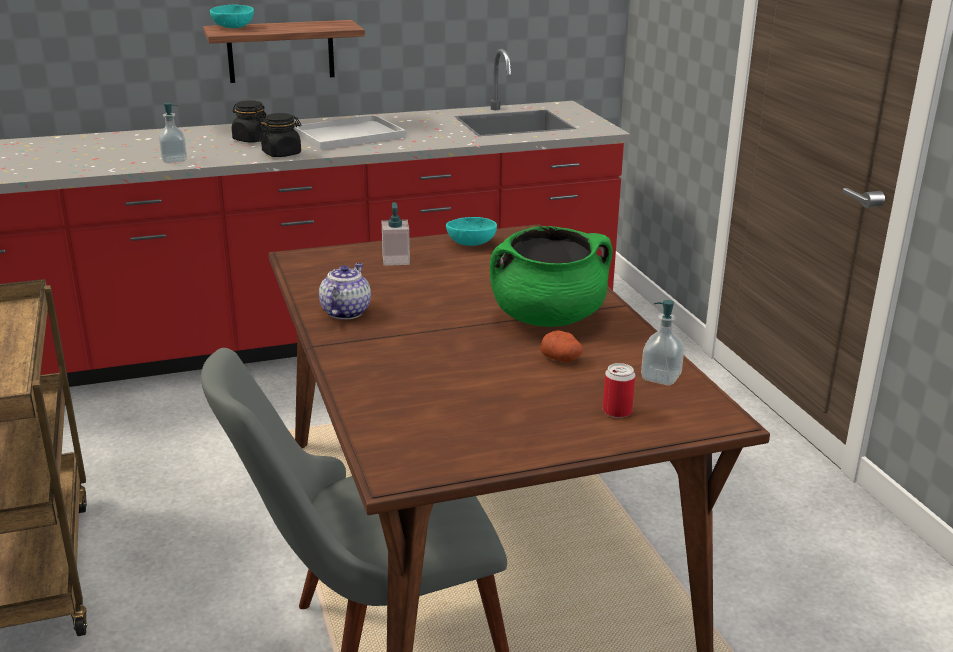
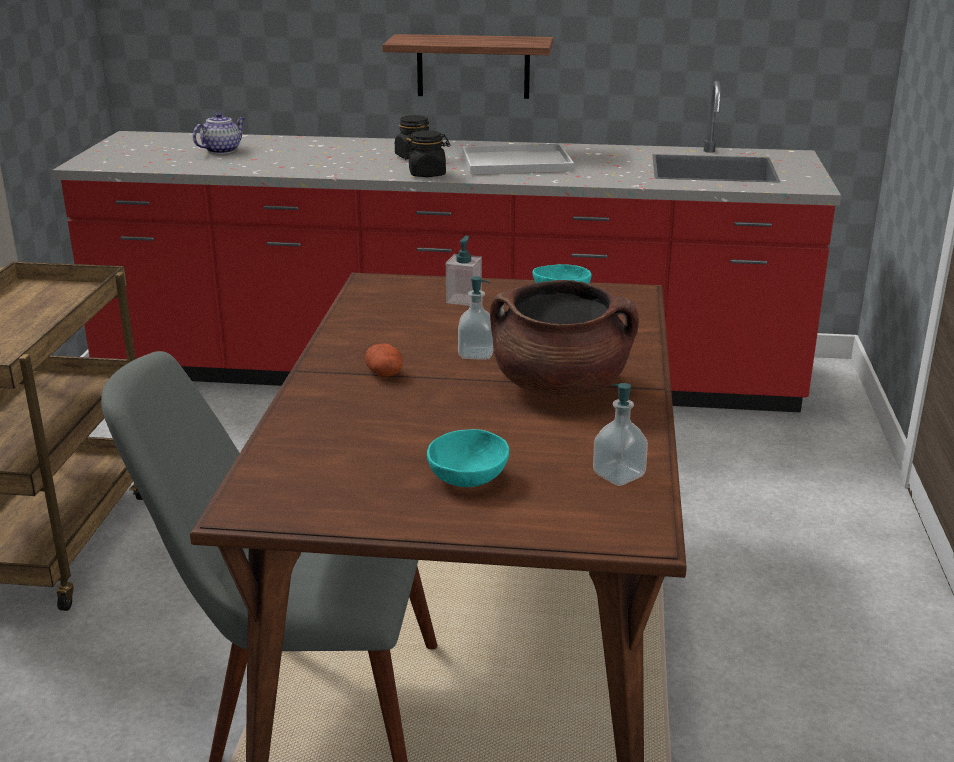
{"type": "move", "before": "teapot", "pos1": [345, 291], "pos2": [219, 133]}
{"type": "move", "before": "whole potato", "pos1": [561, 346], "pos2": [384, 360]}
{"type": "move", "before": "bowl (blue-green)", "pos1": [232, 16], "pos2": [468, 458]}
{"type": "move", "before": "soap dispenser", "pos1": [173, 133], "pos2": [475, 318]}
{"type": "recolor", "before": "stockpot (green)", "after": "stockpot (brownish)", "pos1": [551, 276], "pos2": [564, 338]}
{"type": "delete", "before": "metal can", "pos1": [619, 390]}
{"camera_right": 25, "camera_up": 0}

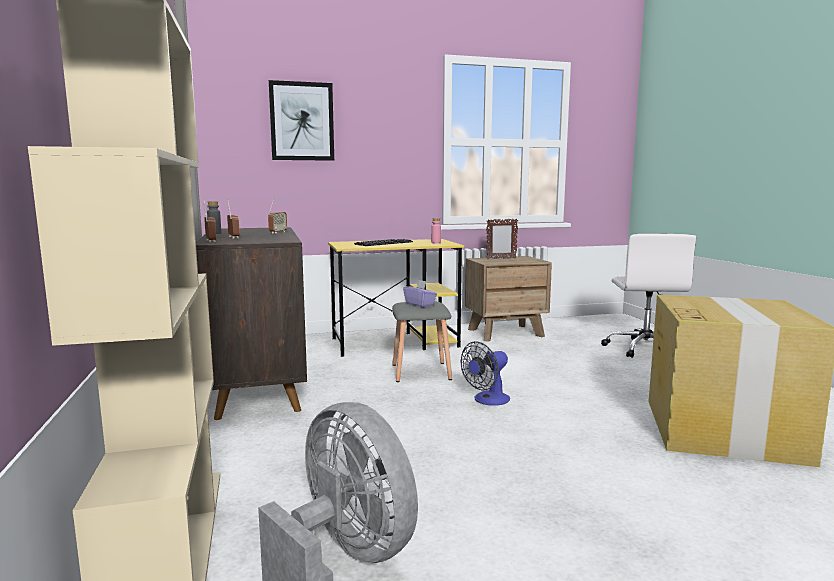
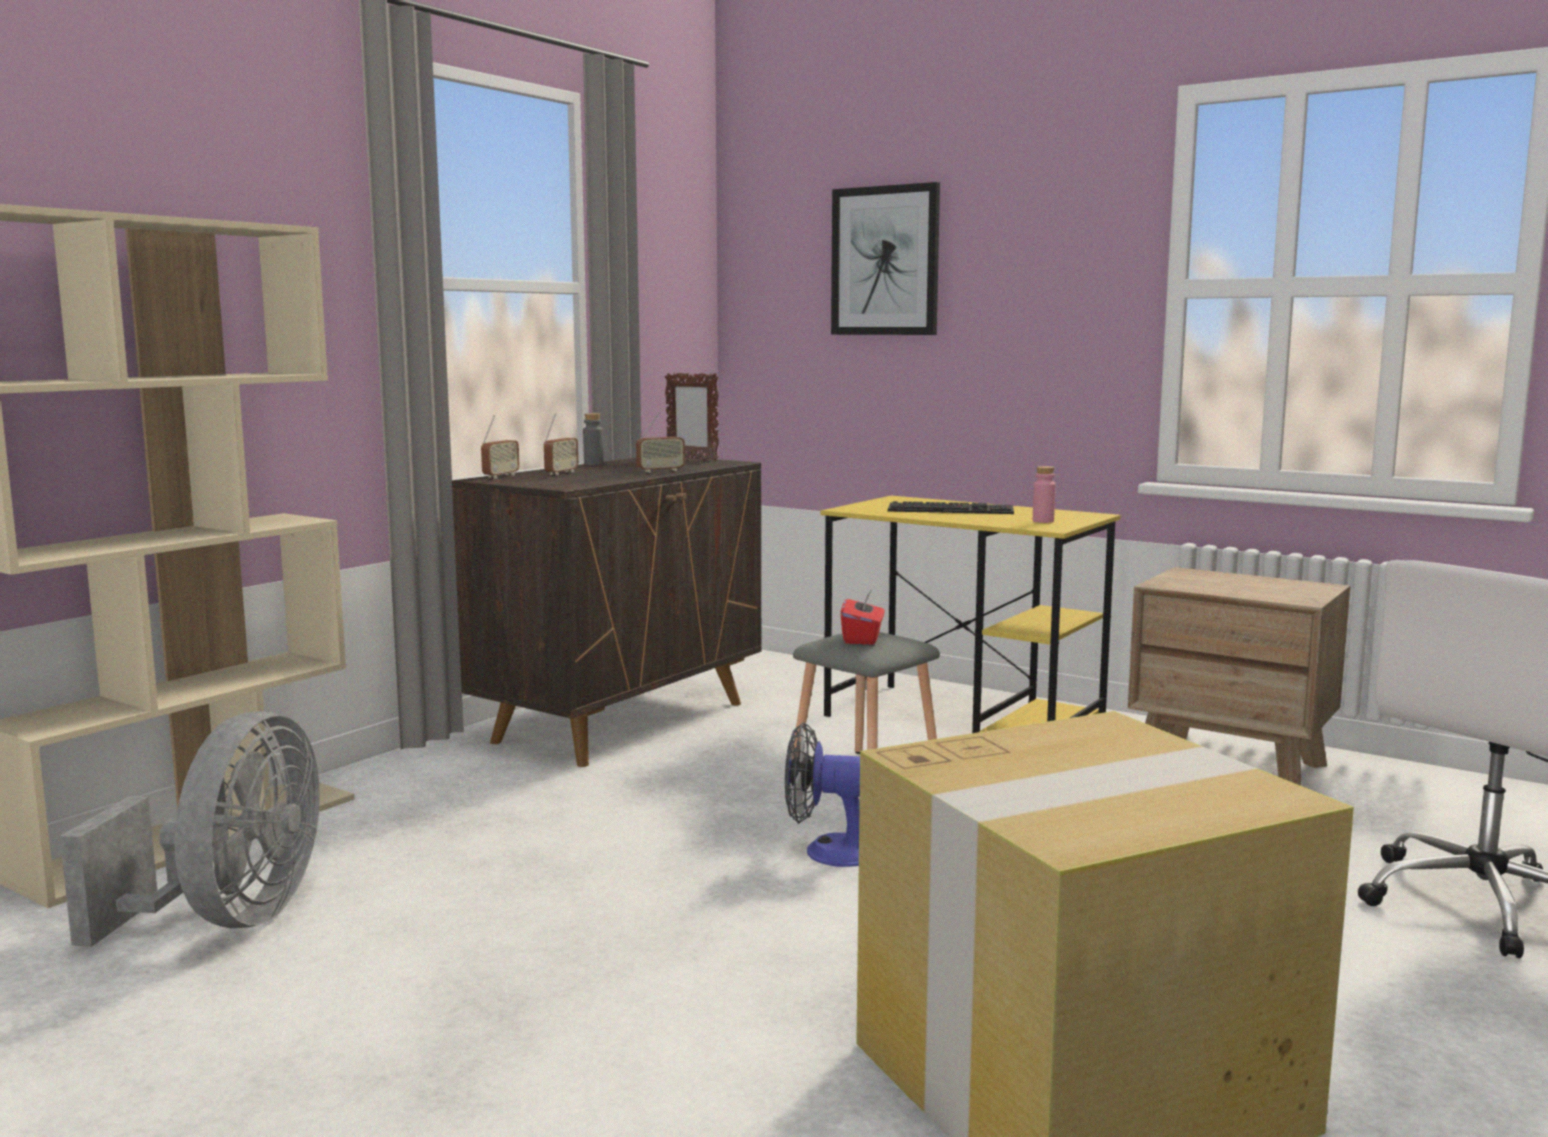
{"type": "move", "before": "picture frame", "pos1": [502, 239], "pos2": [692, 416]}
{"type": "recolor", "before": "tissue box (purple-coloured)", "after": "tissue box (red-coloured)", "pos1": [420, 293], "pos2": [862, 616]}
{"camera_right": 50, "camera_up": 0}

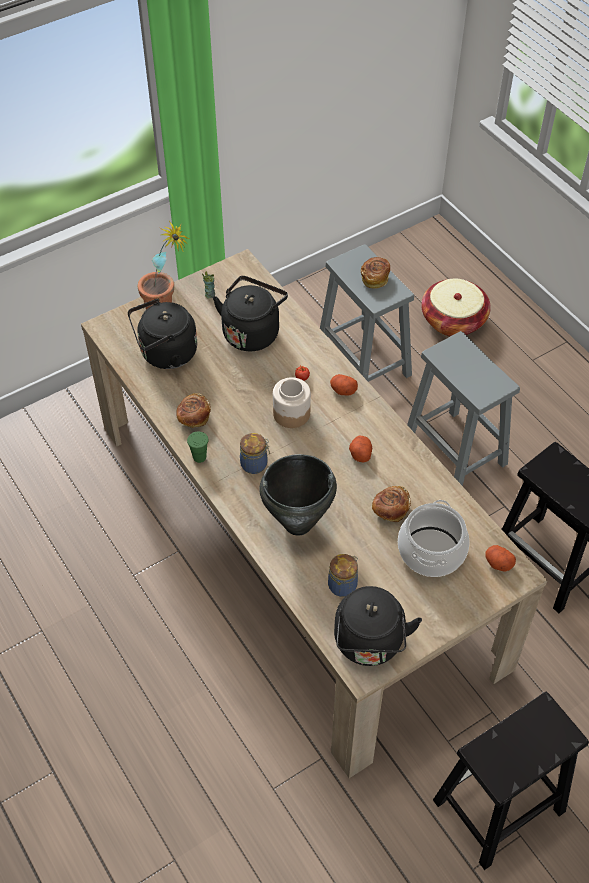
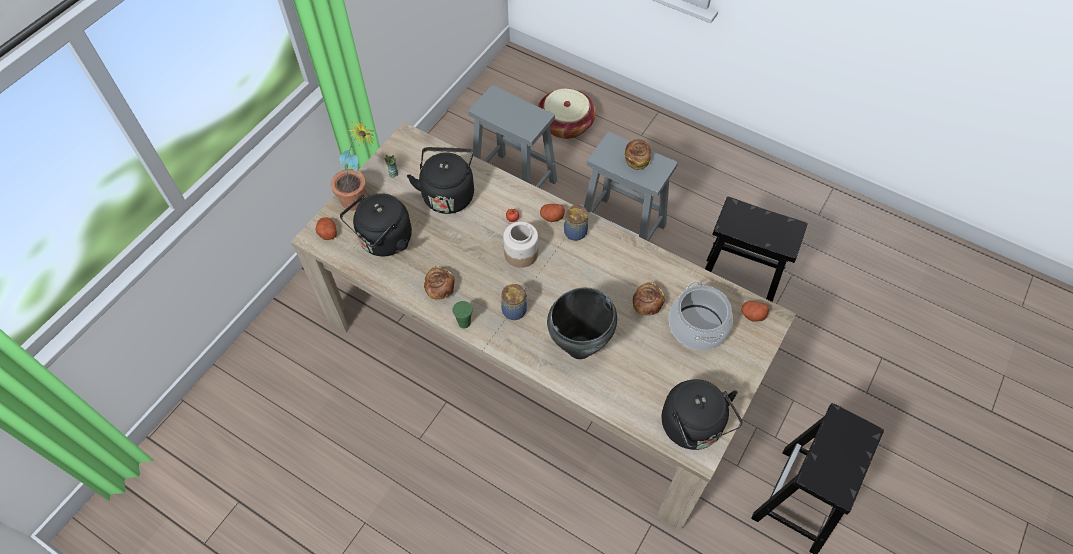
{"type": "move", "before": "whole potato", "pos1": [360, 449], "pos2": [326, 228]}
{"type": "move", "before": "preserve jar", "pos1": [343, 575], "pos2": [576, 222]}
{"type": "move", "before": "baked bread", "pos1": [375, 273], "pos2": [638, 154]}
{"camera_right": -25, "camera_up": 5}

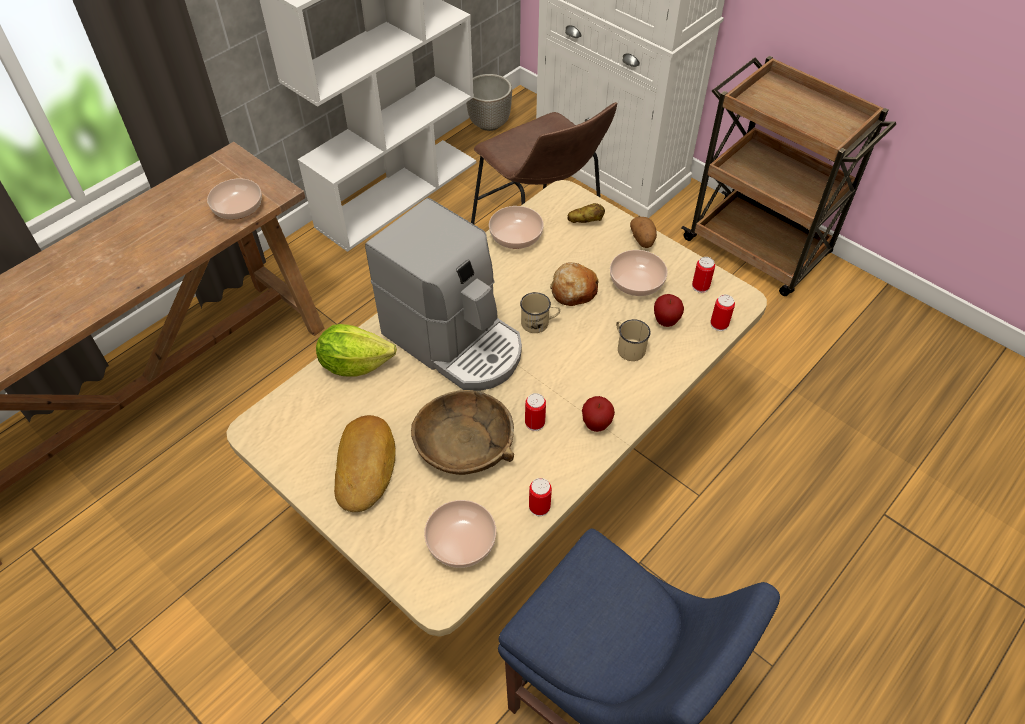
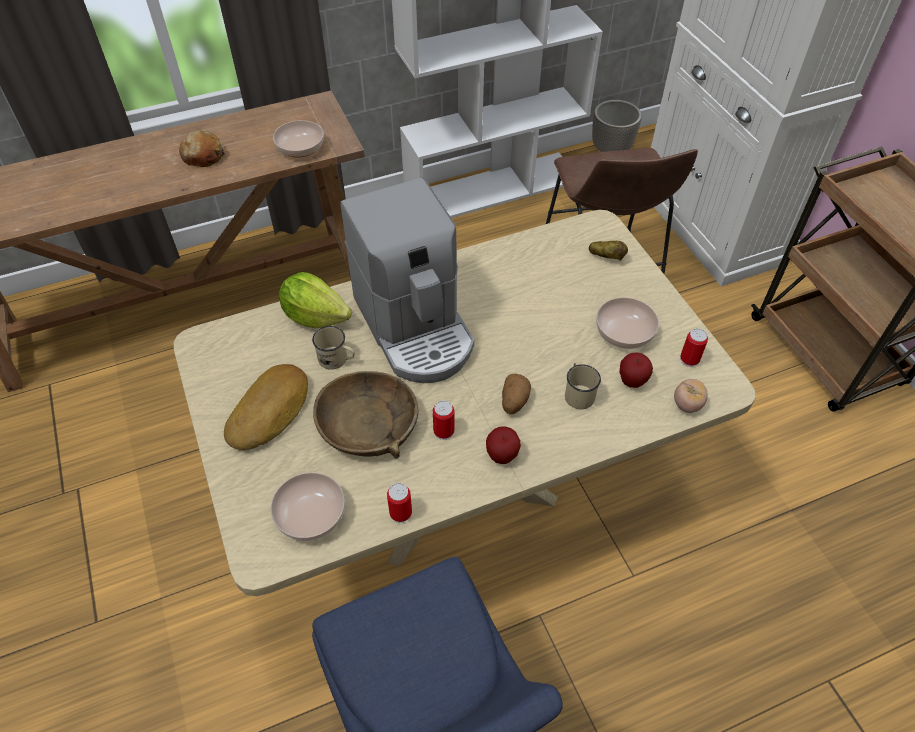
{"type": "move", "before": "baked bread", "pos1": [574, 284], "pos2": [202, 148]}
{"type": "move", "before": "tea mug (beige)", "pos1": [540, 312], "pos2": [333, 348]}
{"type": "move", "before": "whole potato", "pos1": [643, 232], "pos2": [516, 394]}
{"type": "replace", "before": "metal can", "after": "tomato", "pos1": [722, 313], "pos2": [691, 396]}
{"type": "delete", "before": "bowl", "pos1": [516, 227]}
{"camera_right": 25, "camera_up": 0}

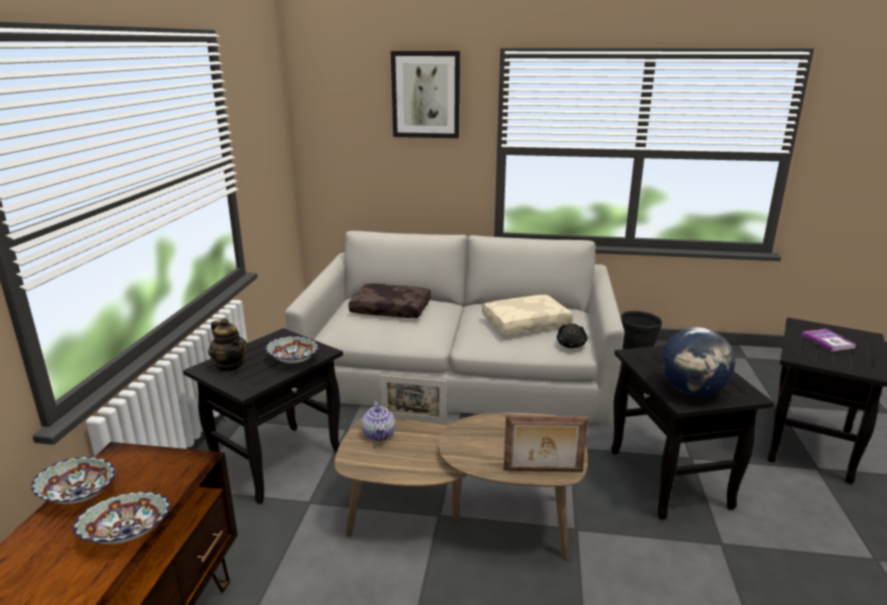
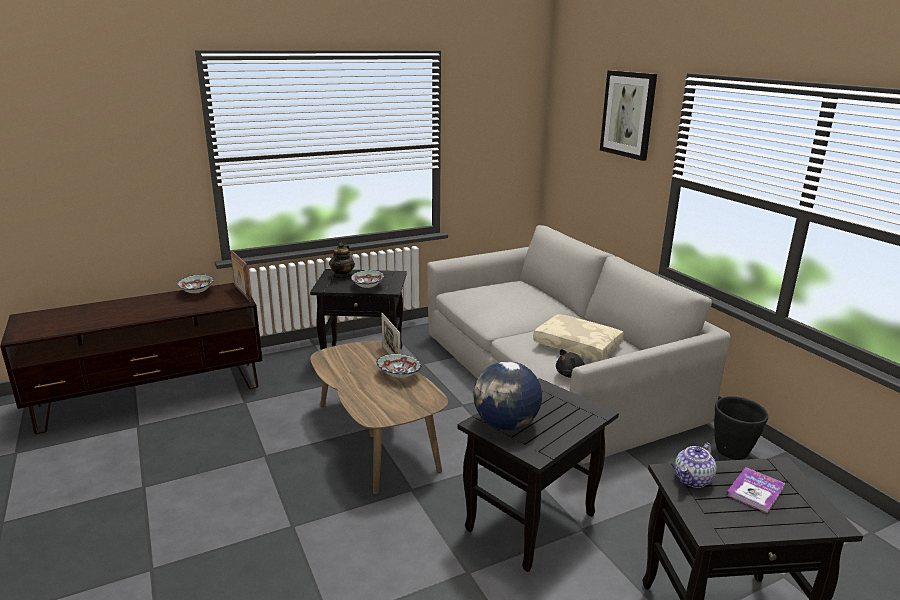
{"type": "move", "before": "picture frame", "pos1": [546, 444], "pos2": [241, 276]}
{"type": "move", "before": "bowl", "pos1": [121, 518], "pos2": [398, 366]}
{"type": "move", "before": "teapot", "pos1": [378, 421], "pos2": [696, 465]}
{"type": "delete", "before": "cushion (brownish)", "pos1": [390, 300]}
{"camera_right": 55, "camera_up": 0}

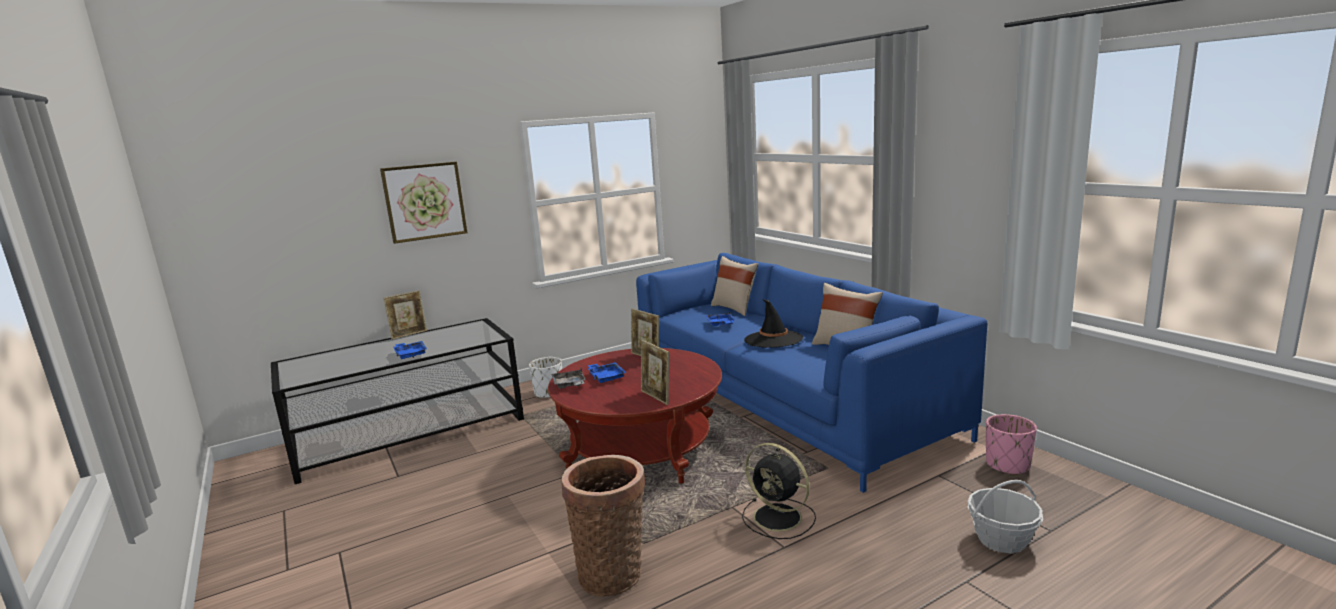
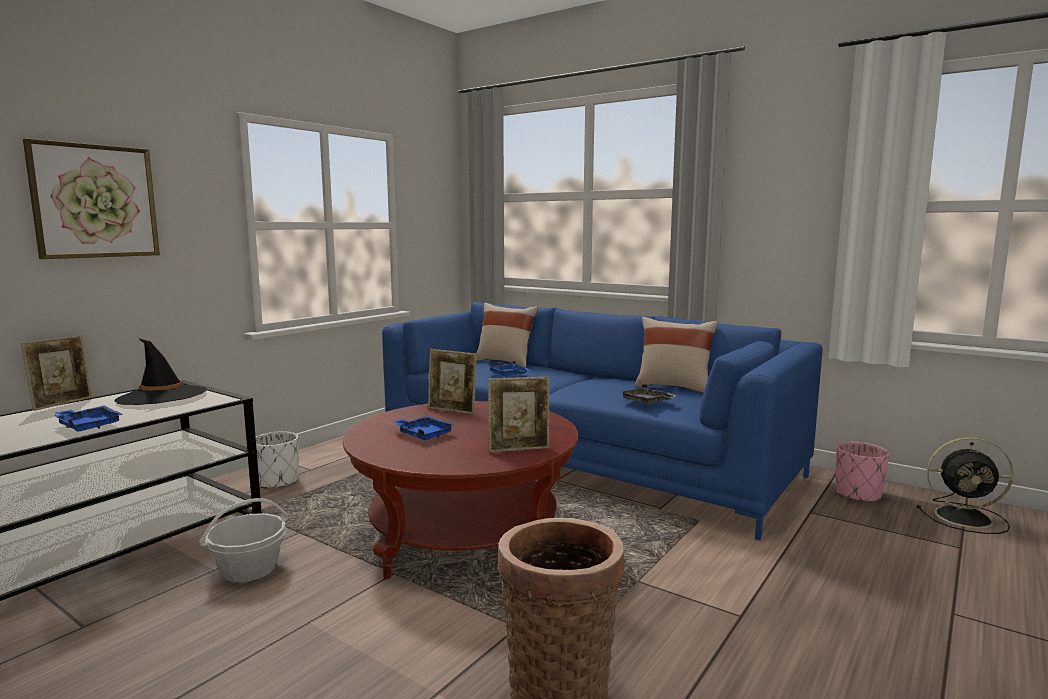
{"type": "move", "before": "clothing hat (black)", "pos1": [773, 323], "pos2": [160, 371]}
{"type": "move", "before": "basket", "pos1": [1005, 516], "pos2": [243, 540]}
{"type": "rotate", "before": "picture frame", "pos1": [655, 372], "pos2": [519, 415], "turn": -45}
{"type": "move", "before": "tray (greyish)", "pos1": [568, 378], "pos2": [648, 394]}
{"type": "move", "before": "electric fan (black)", "pos1": [779, 491], "pos2": [965, 485]}
{"camera_right": -25, "camera_up": -5}

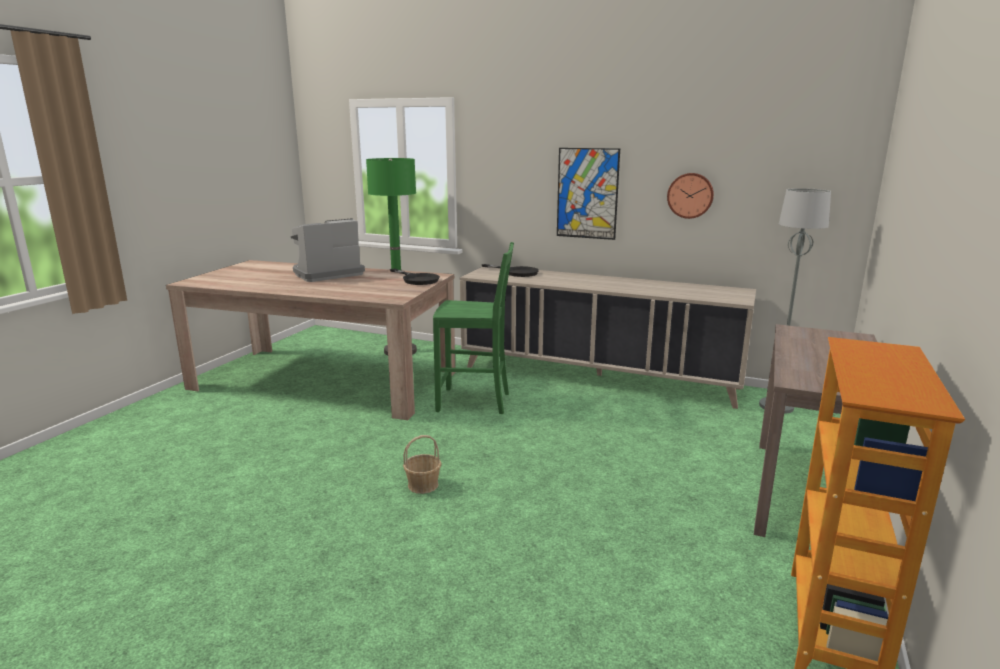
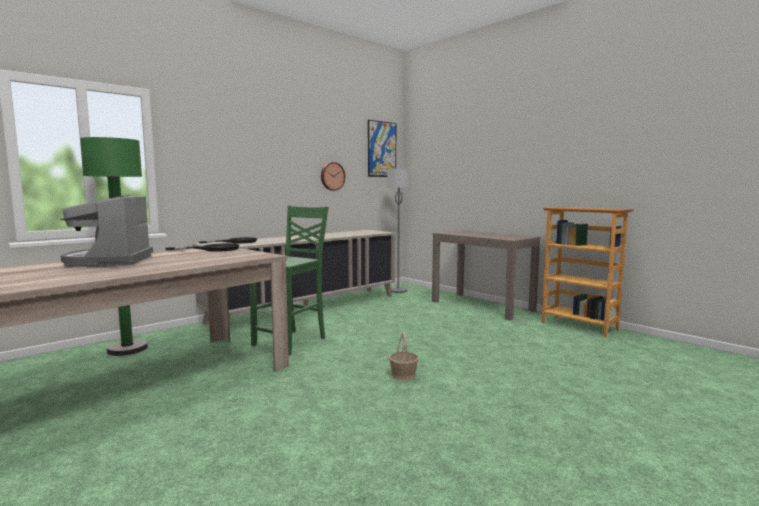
{"type": "move", "before": "picture", "pos1": [588, 194], "pos2": [382, 148]}
{"camera_right": -65, "camera_up": -10}

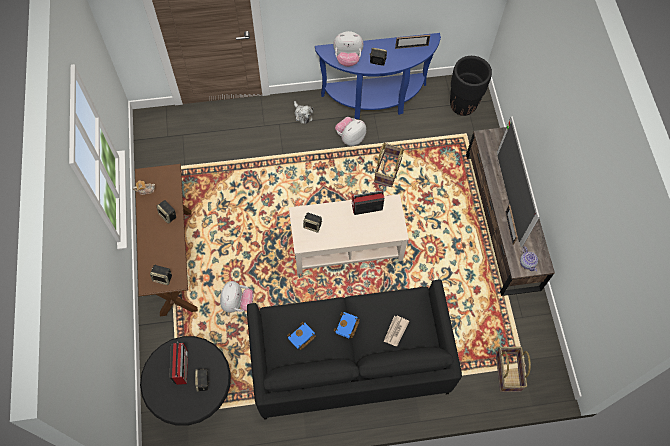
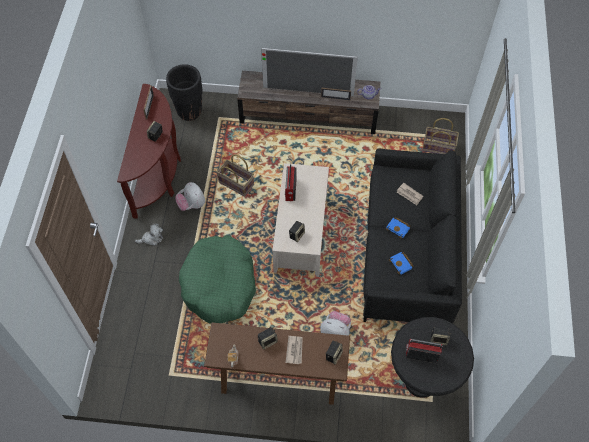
{"type": "recolor", "before": "narrow table (blue-coloured)", "after": "narrow table (brownish)", "pos1": [378, 76], "pos2": [149, 151]}
{"type": "insert", "after": "dog cushion (green)", "pos2": [217, 279]}
{"type": "insert", "after": "daily paper", "pos2": [294, 350]}
{"type": "delete", "before": "cuddly toy", "pos1": [348, 49]}
{"camera_right": -75, "camera_up": -5}

